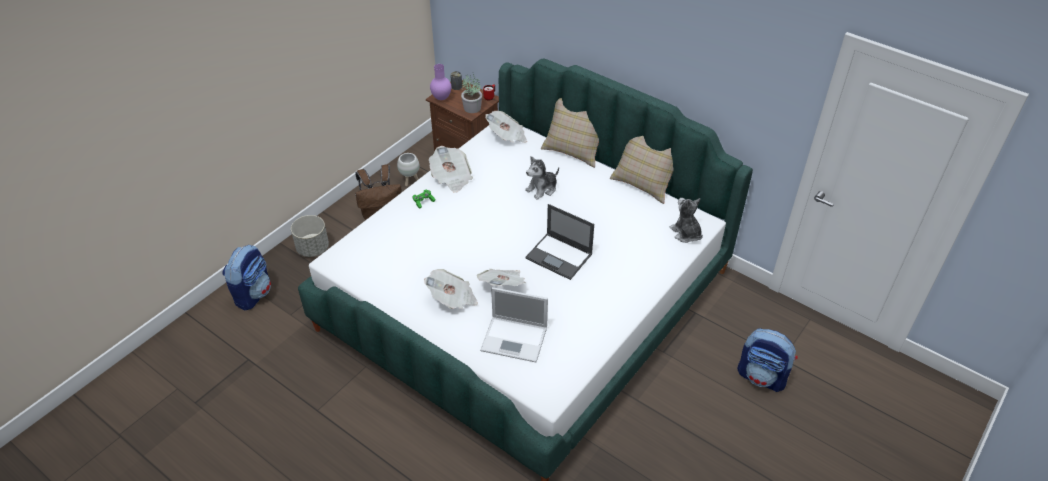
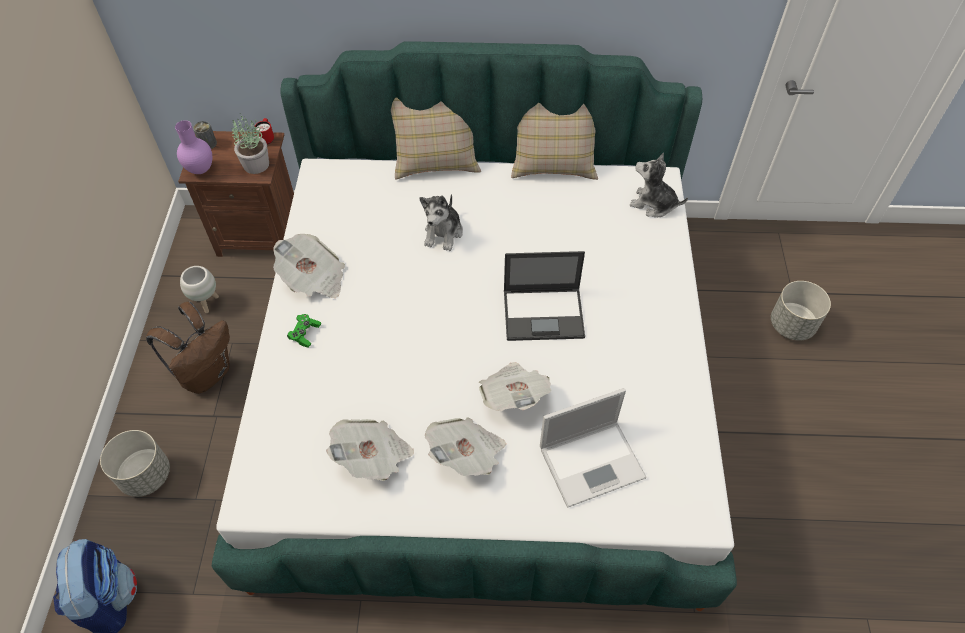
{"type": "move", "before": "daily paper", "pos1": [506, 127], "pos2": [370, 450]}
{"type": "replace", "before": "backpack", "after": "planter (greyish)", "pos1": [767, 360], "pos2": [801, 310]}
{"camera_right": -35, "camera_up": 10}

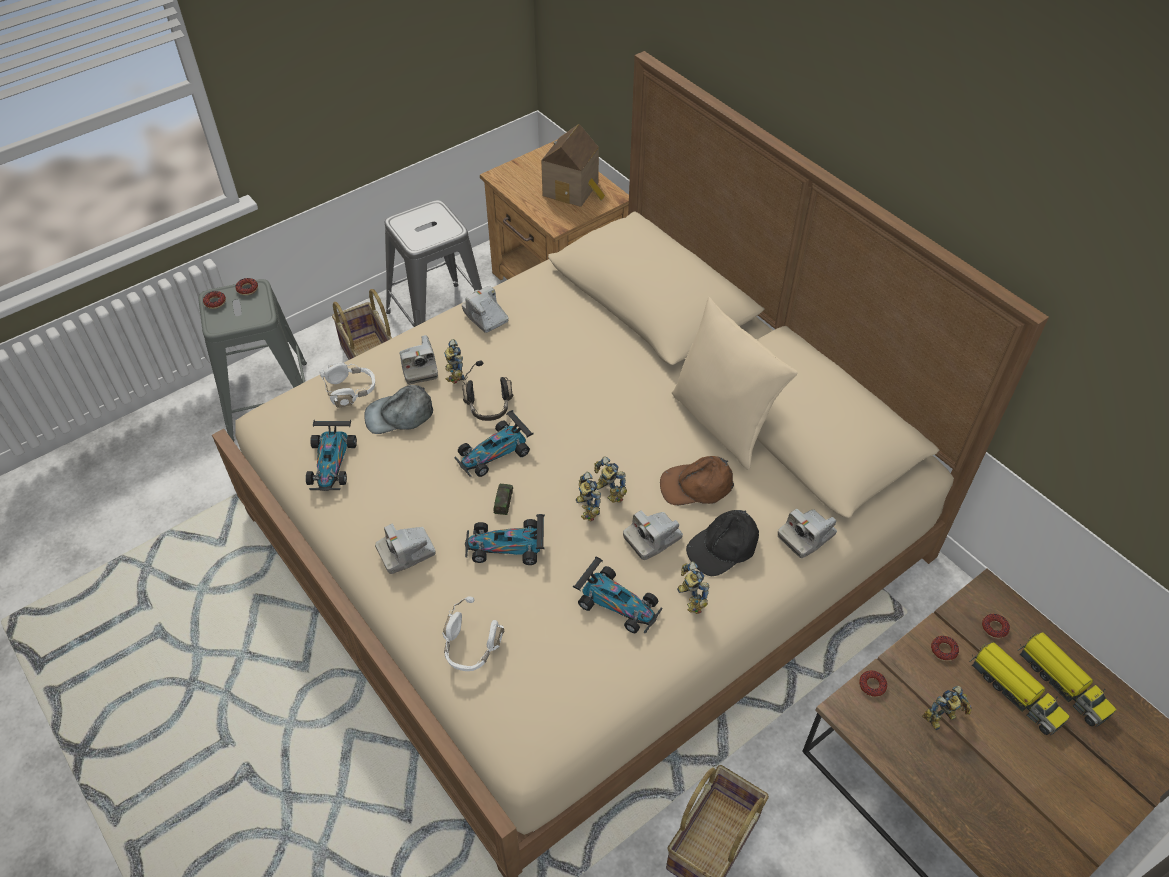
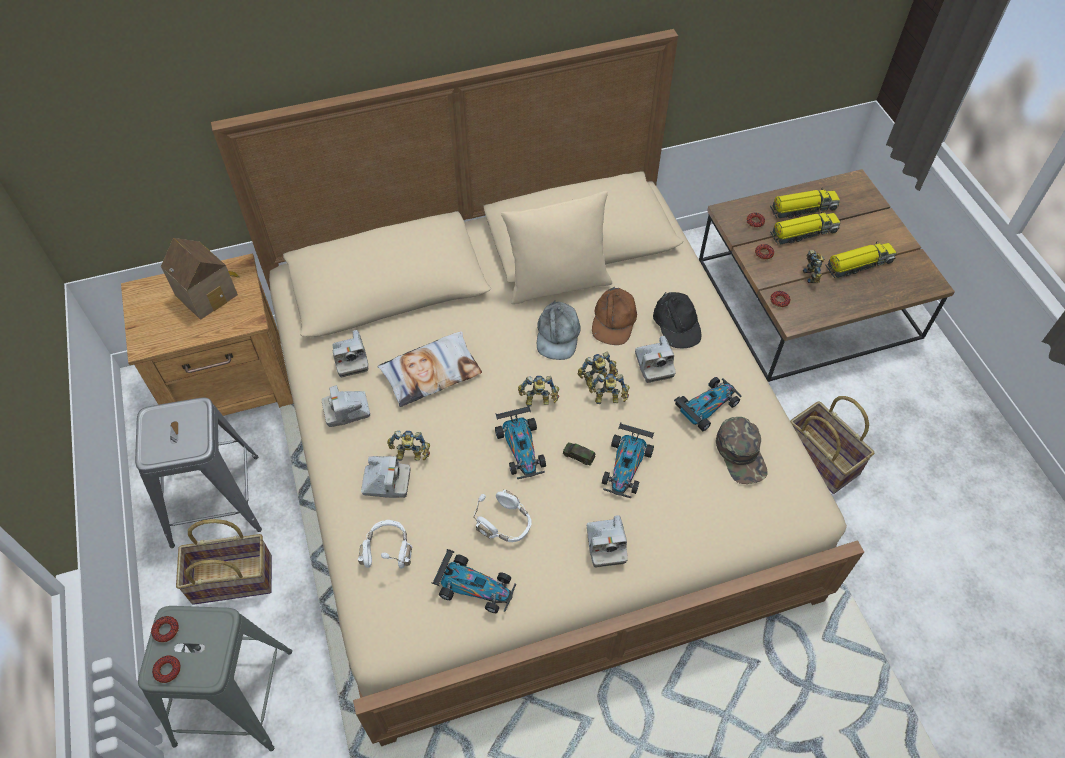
{"type": "move", "before": "still camera", "pos1": [807, 533], "pos2": [350, 353]}
{"type": "insert", "after": "cushion", "pos2": [429, 369]}
{"type": "move", "before": "headset (white)", "pos1": [473, 633], "pos2": [502, 516]}
{"type": "move", "before": "robot figure", "pos1": [693, 587], "pos2": [538, 391]}
{"type": "move", "before": "cap (greyish)", "pos1": [398, 409], "pos2": [558, 330]}
{"type": "insert", "after": "cap (green)", "pos2": [742, 450]}
{"type": "insert", "after": "toy truck", "pos2": [861, 260]}
{"type": "delete", "before": "headset (black)", "pos1": [487, 390]}
{"camera_right": -70, "camera_up": 5}

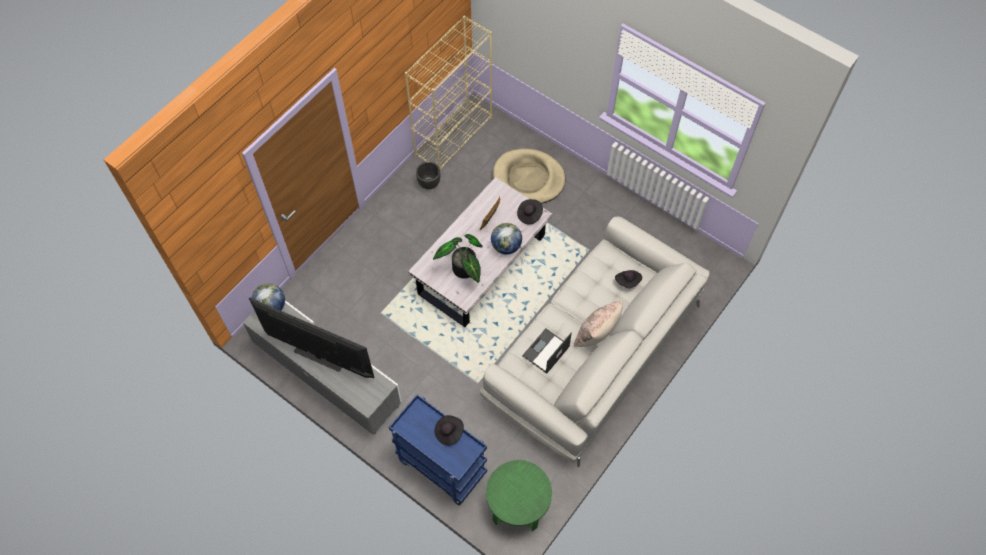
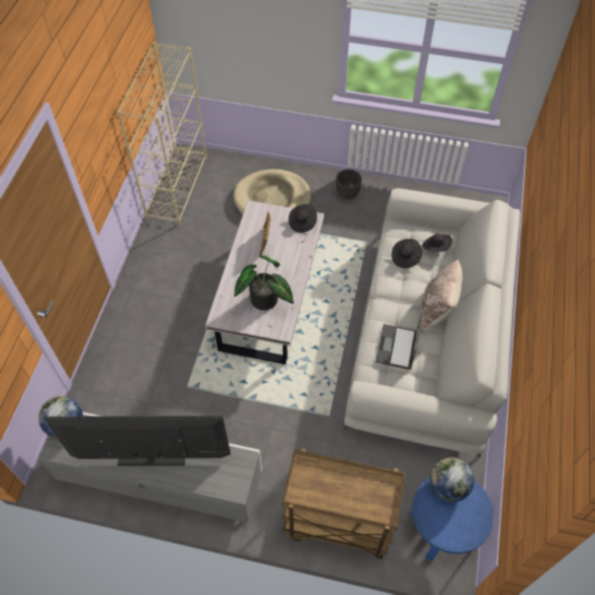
{"type": "recolor", "before": "wheeled cart (blue-coloured)", "after": "wheeled cart (brownish)", "pos1": [438, 450], "pos2": [343, 504]}
{"type": "move", "before": "planter (black)", "pos1": [428, 175], "pos2": [349, 184]}
{"type": "move", "before": "clothing hat (black)", "pos1": [449, 430], "pos2": [407, 253]}
{"type": "recolor", "before": "accent table (green)", "after": "accent table (blue-coloured)", "pos1": [519, 495], "pos2": [452, 519]}
{"type": "move", "before": "globe", "pos1": [506, 238], "pos2": [452, 479]}
{"camera_right": -25, "camera_up": -5}

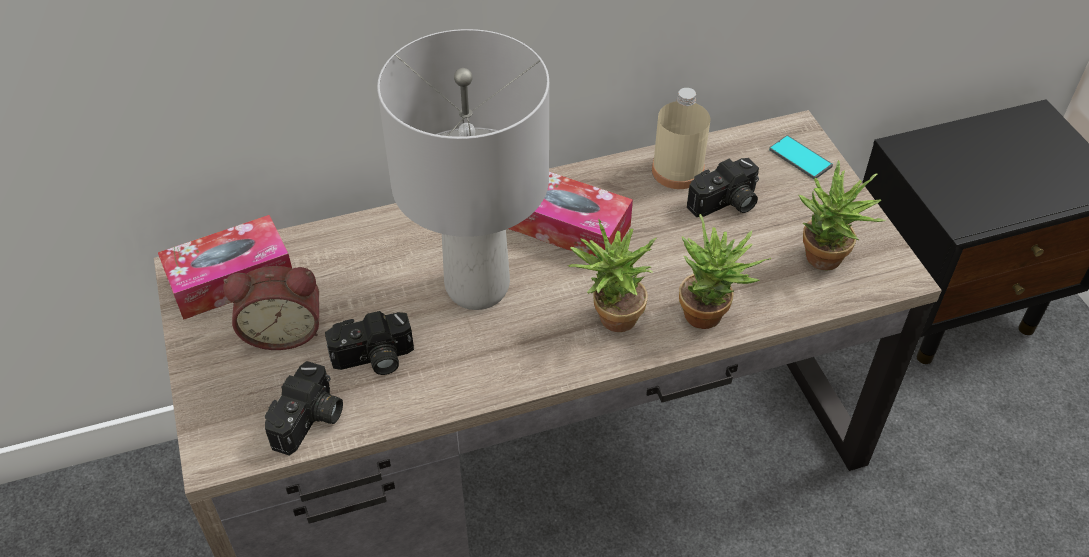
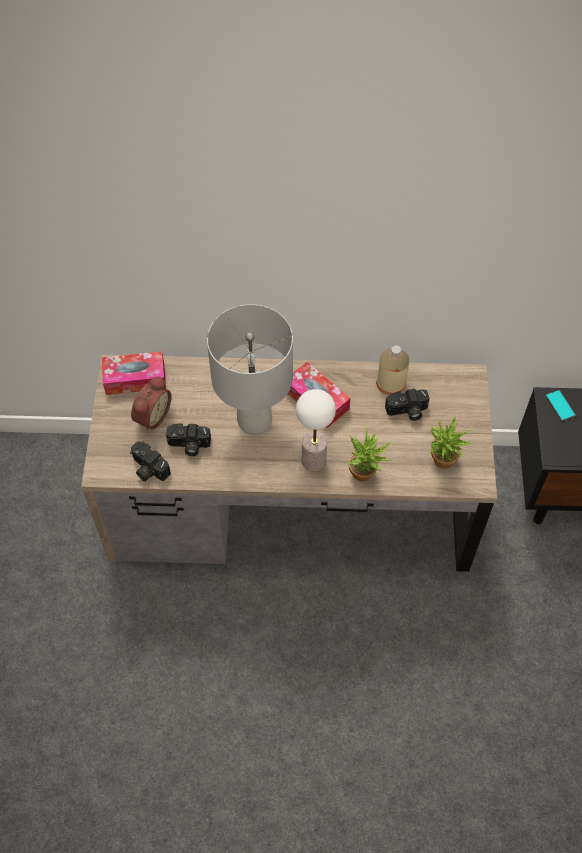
{"type": "rotate", "before": "still camera", "pos1": [304, 408], "pos2": [150, 461], "turn": 90}
{"type": "rotate", "before": "alarm clock", "pos1": [271, 308], "pos2": [151, 403], "turn": -75}
{"type": "replace", "before": "plant in a pot", "after": "table lamp", "pos1": [612, 275], "pos2": [316, 430]}
{"type": "move", "before": "telephone", "pos1": [801, 157], "pos2": [560, 406]}
{"camera_right": 20, "camera_up": 10}

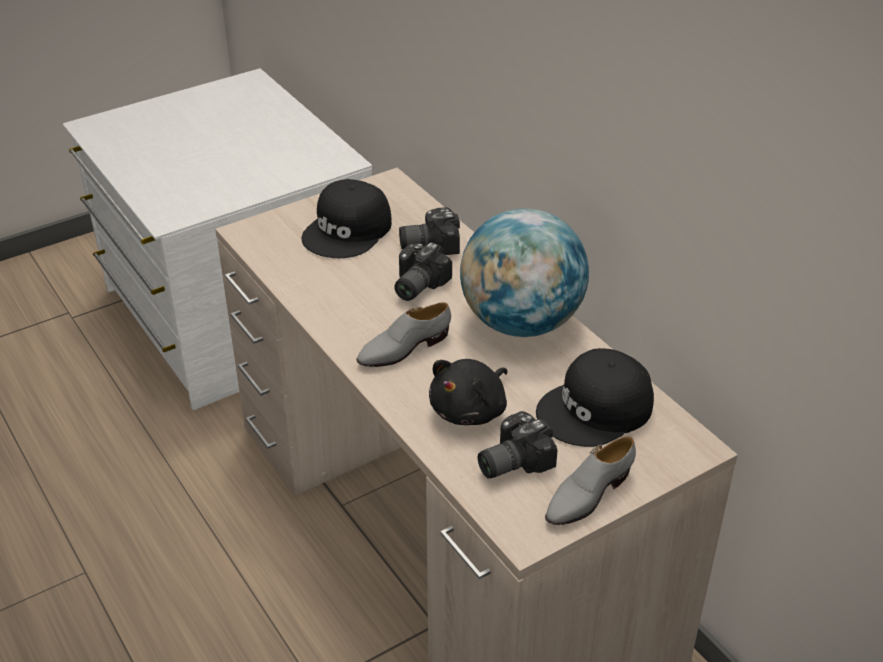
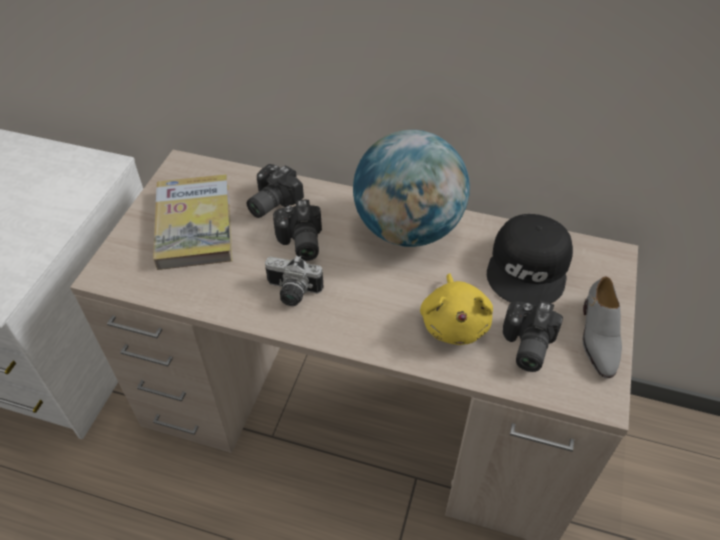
{"type": "replace", "before": "cap (black)", "after": "bound book", "pos1": [347, 218], "pos2": [193, 222]}
{"type": "insert", "after": "still camera", "pos2": [294, 280]}
{"type": "recolor", "before": "cuddly toy (black)", "after": "cuddly toy (yellow-coloured)", "pos1": [468, 392], "pos2": [456, 309]}
{"type": "delete", "before": "item of footwear (greyish)", "pos1": [403, 334]}
{"camera_right": -40, "camera_up": 10}

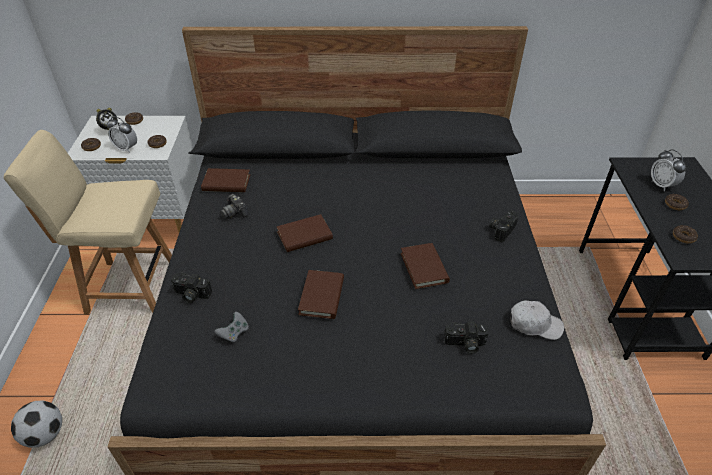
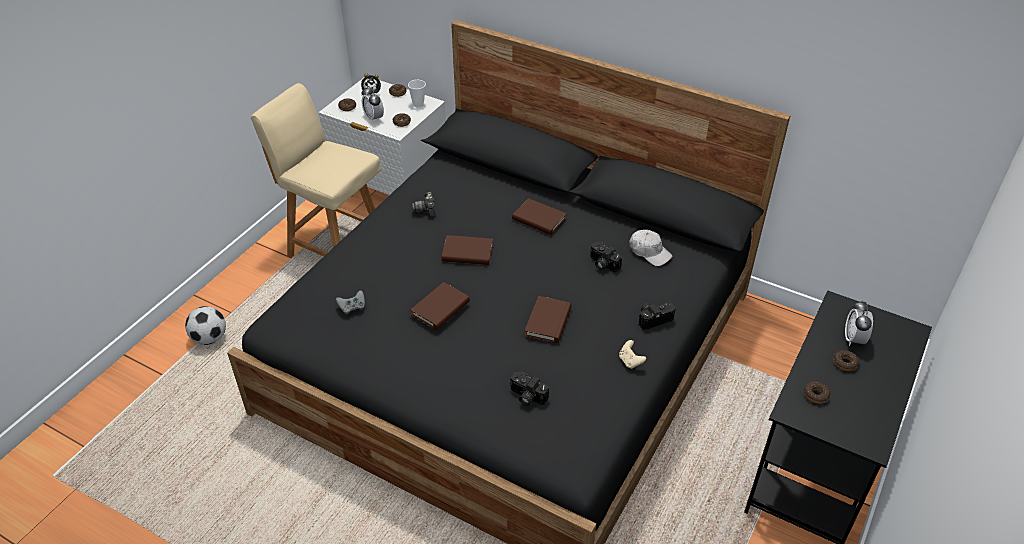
{"type": "insert", "after": "cup", "pos2": [417, 94]}
{"type": "move", "before": "bound book (brownish)", "pos1": [225, 180], "pos2": [539, 216]}
{"type": "move", "before": "still camera", "pos1": [191, 288], "pos2": [606, 257]}
{"type": "insert", "after": "gamepad (beige)", "pos2": [632, 354]}
{"type": "move", "before": "cap (white)", "pos1": [537, 320], "pos2": [651, 248]}
{"camera_right": 30, "camera_up": 0}

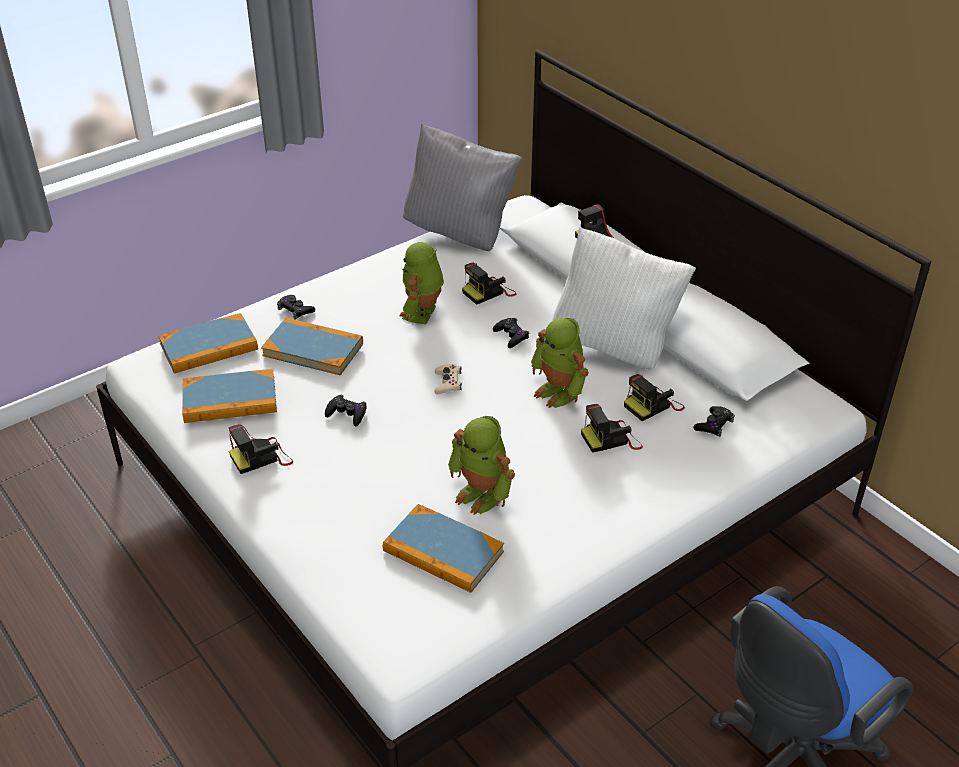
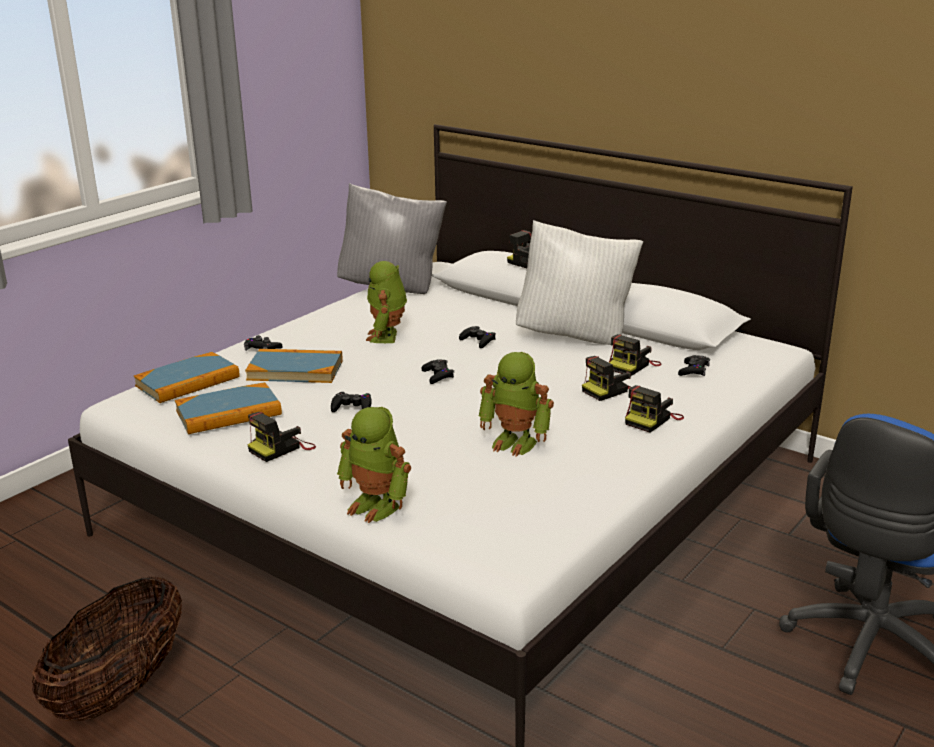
{"type": "insert", "after": "basket", "pos2": [107, 648]}
{"type": "move", "before": "robot figure", "pos1": [559, 363], "pos2": [374, 465]}
{"type": "recolor", "before": "gamepad (beige)", "after": "gamepad (black)", "pos1": [448, 379], "pos2": [438, 371]}
{"type": "move", "before": "still camera", "pos1": [489, 283], "pos2": [654, 409]}
{"type": "delete", "before": "bound book", "pos1": [443, 548]}
{"camera_right": -15, "camera_up": -15}

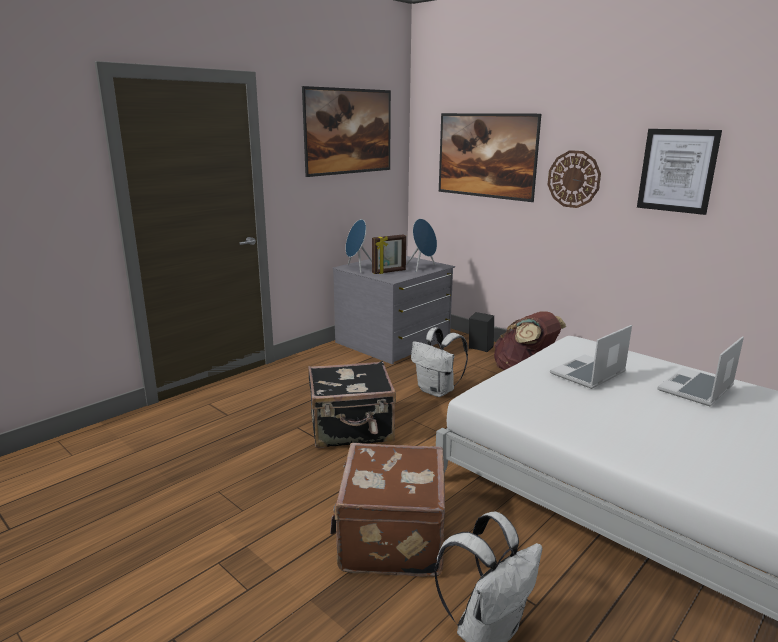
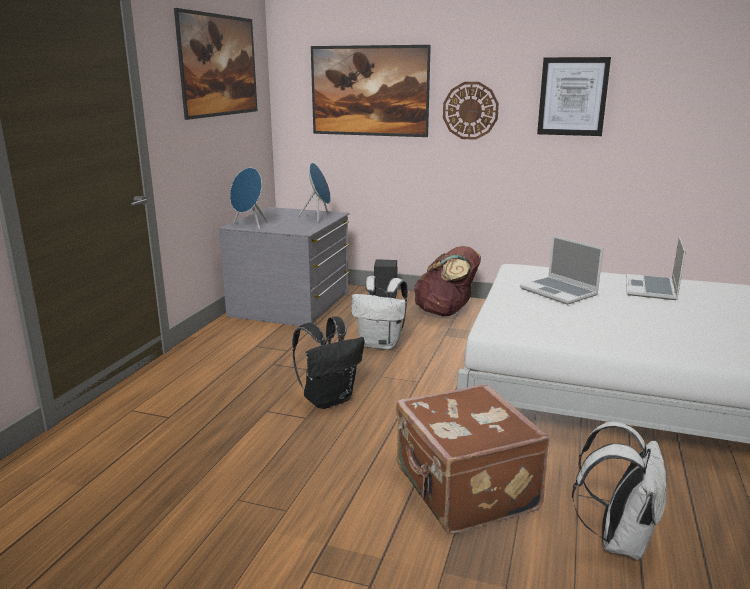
{"type": "replace", "before": "suitcase (black)", "after": "backpack (black)", "pos1": [352, 404], "pos2": [328, 362]}
{"type": "rotate", "before": "laptop", "pos1": [591, 357], "pos2": [561, 270], "turn": -60}
{"type": "delete", "before": "picture frame", "pos1": [389, 254]}
{"camera_right": -25, "camera_up": 0}

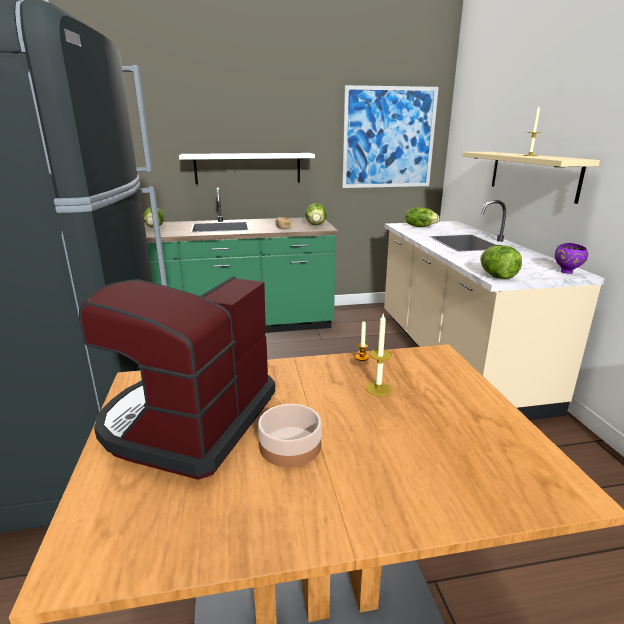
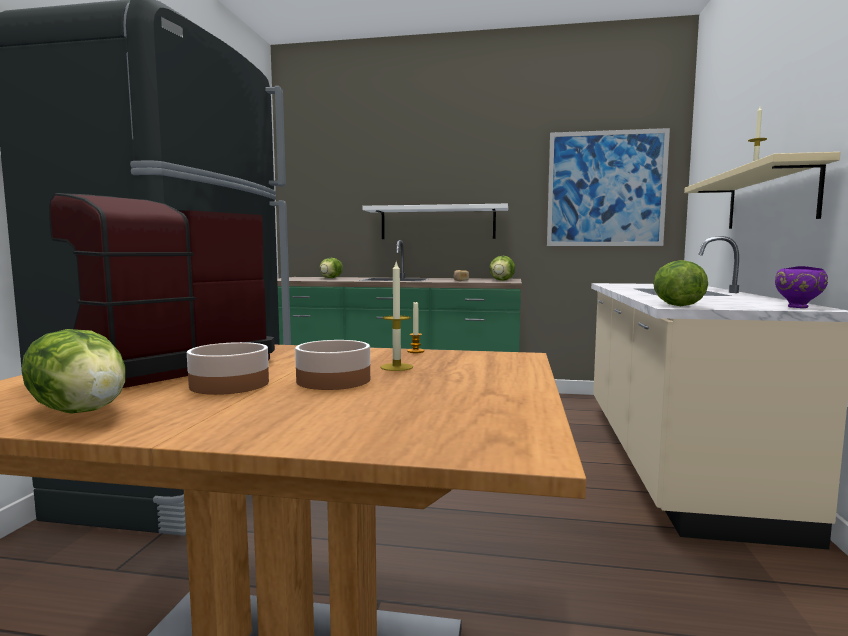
{"type": "move", "before": "lettuce", "pos1": [423, 217], "pos2": [73, 371]}
{"type": "insert", "after": "bowl", "pos2": [332, 365]}
{"camera_right": 20, "camera_up": -15}

